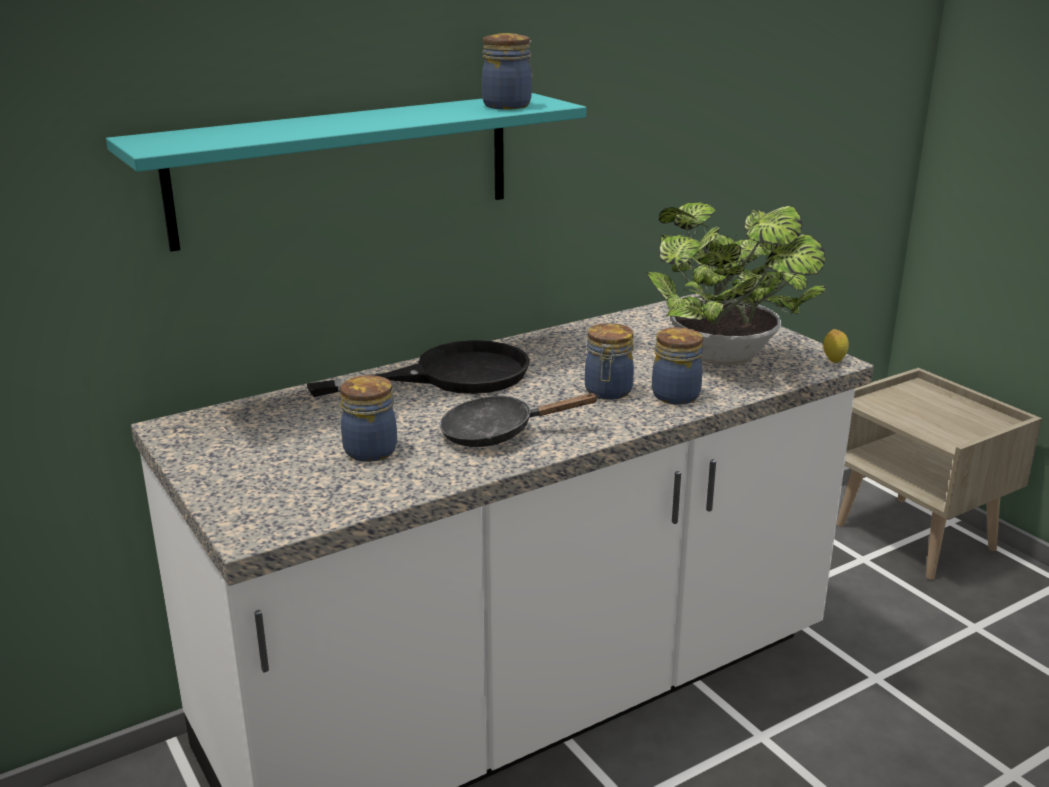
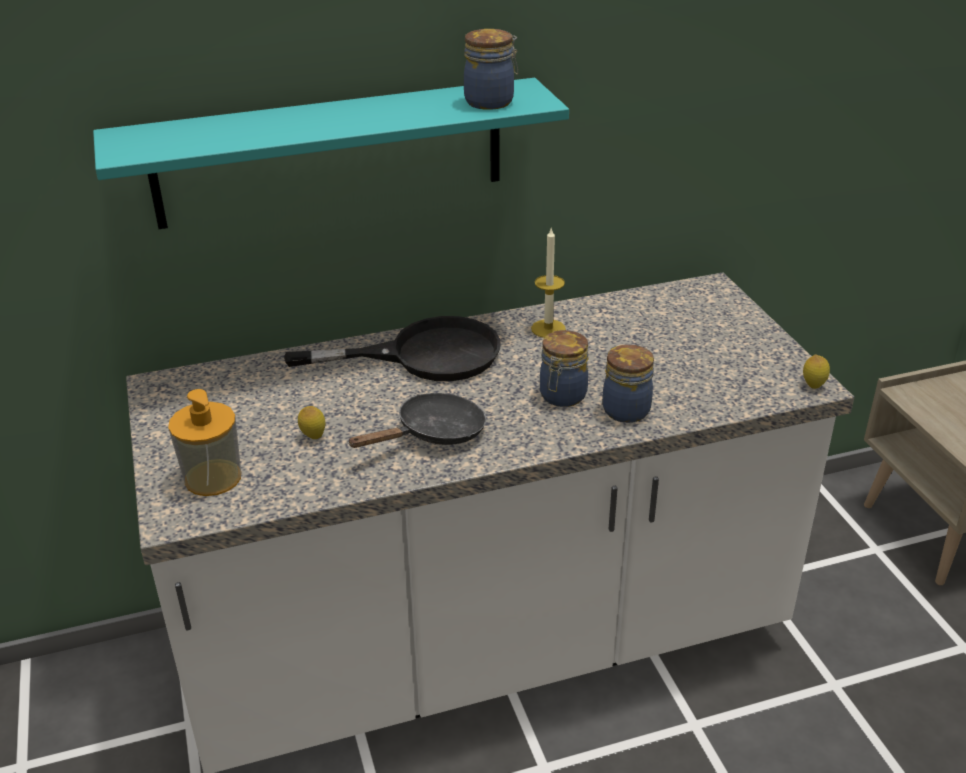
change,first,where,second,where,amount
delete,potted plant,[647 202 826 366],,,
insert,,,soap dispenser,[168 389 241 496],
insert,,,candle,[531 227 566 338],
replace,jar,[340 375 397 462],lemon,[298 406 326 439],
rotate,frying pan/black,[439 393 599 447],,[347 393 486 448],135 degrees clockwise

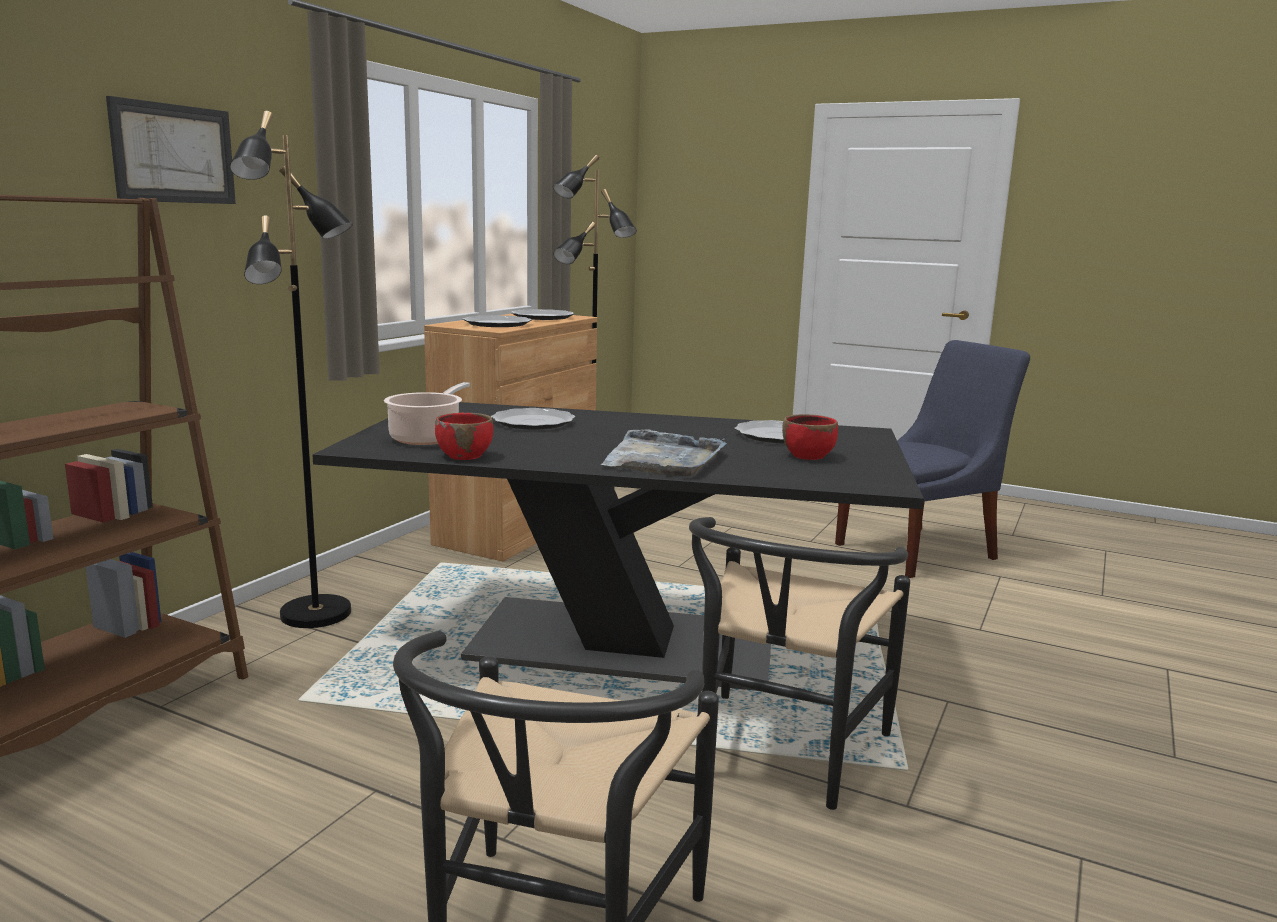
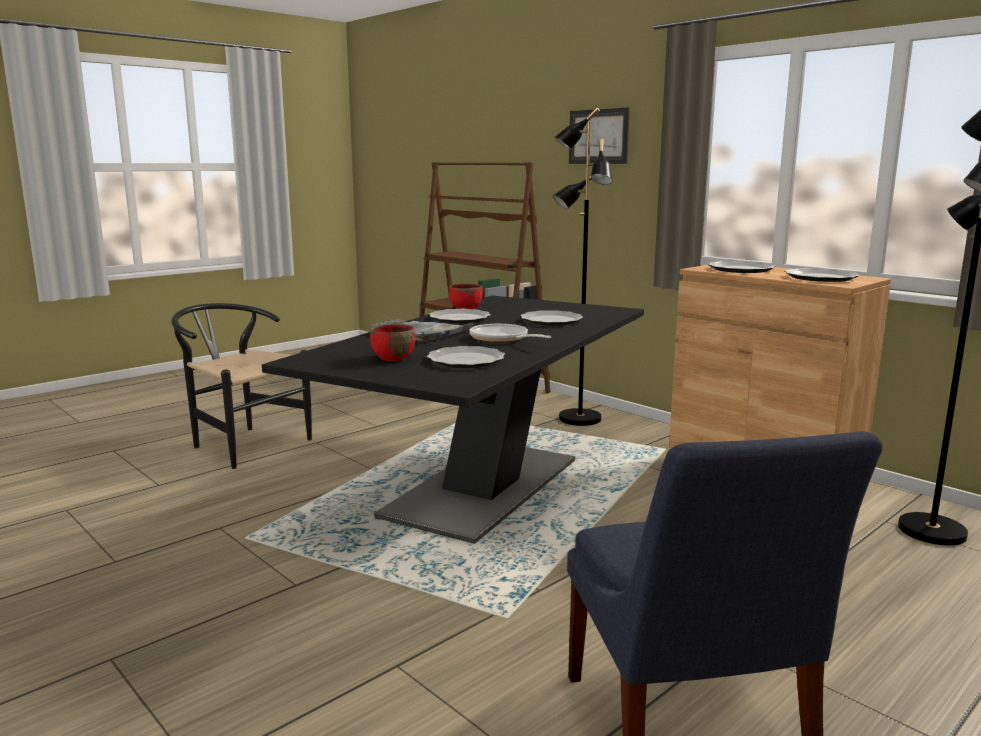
change,first,where,second,where,amount
delete,cooking pot,[384 382 470 445],,,
delete,chair/black,[689 517 910 810],,,
insert,,,plate,[429 309 491 323],
insert,,,frying pan,[470 324 552 343],

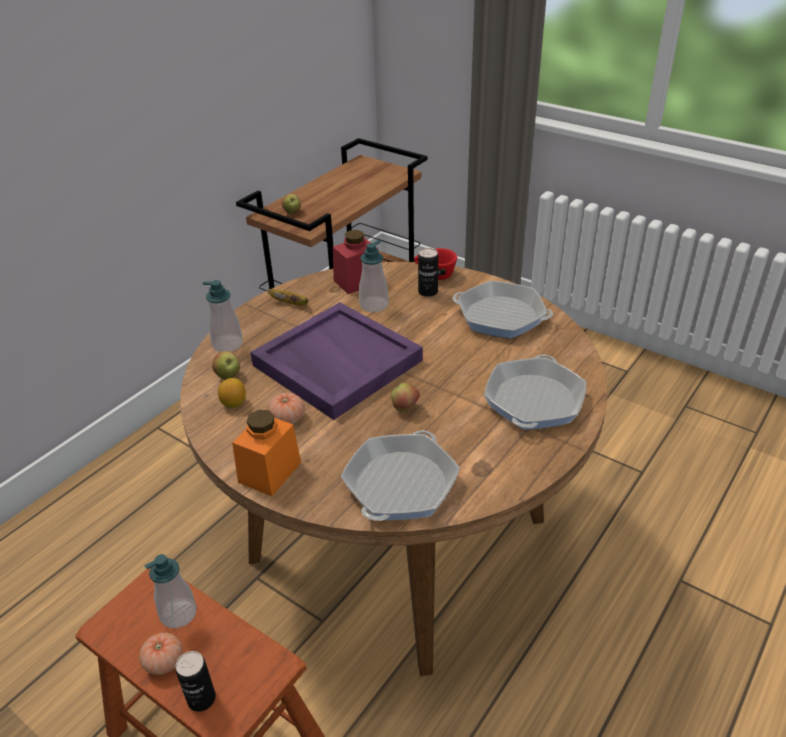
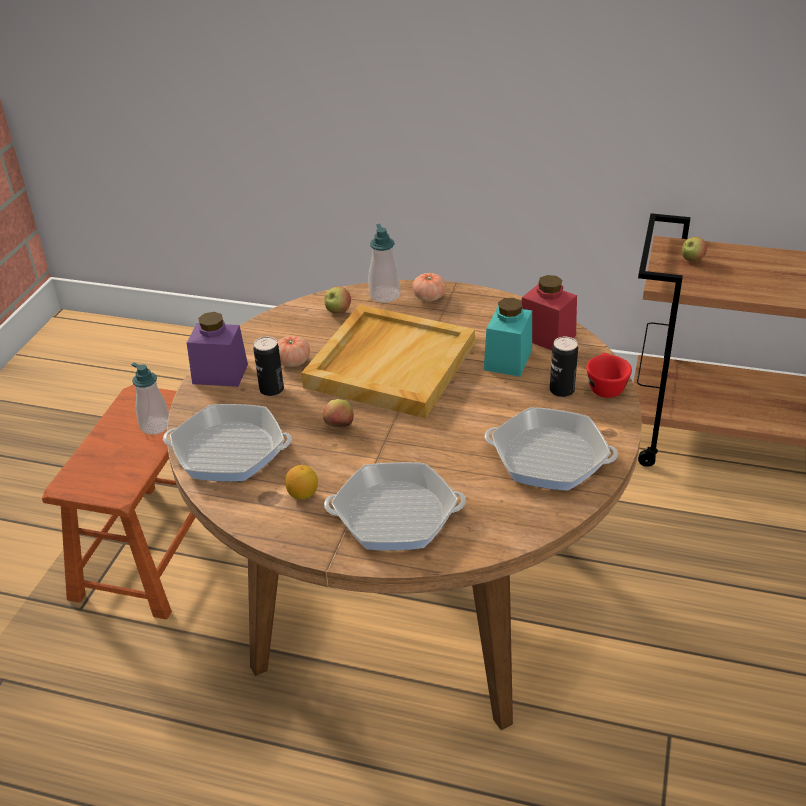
change,first,where,second,where,amount
delete,banana,[268 289 308 306],,,
move,tomato,[139 633 183 675],,[412 273 446 301],
move,can,[176 651 216 712],,[253 337 284 396],
move,lemon,[218 378 246 408],,[285 465 318 500],
replace,soap dispenser,[359 240 389 312],jar/turquoise,[484 298 532 377],
recolor,jar/orange,[232 410 301 496],jar/purple,[187 312 248 387],
recolor,tray/purple,[250 302 423 420],tray/beige,[301 304 475 419],
rotate,frying pan,[453 280 553 338],,[485 407 618 491],75 degrees counterclockwise

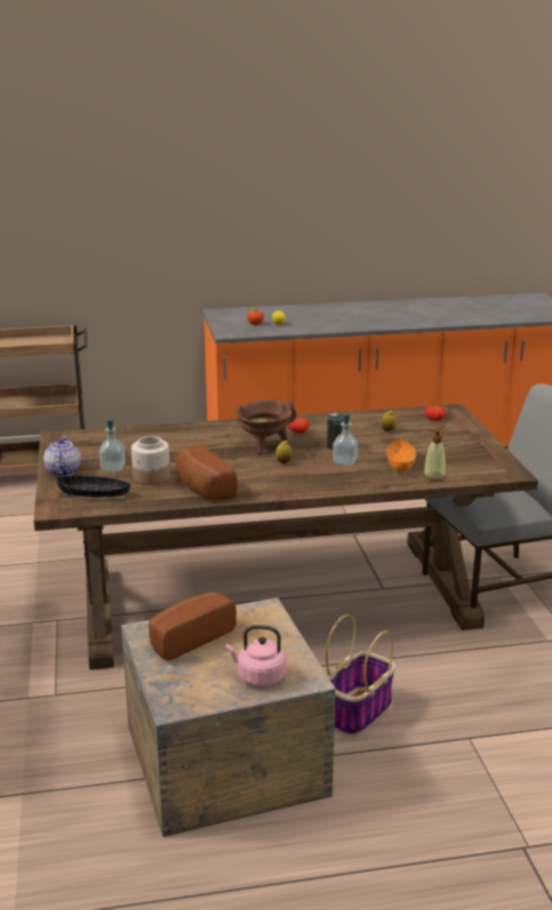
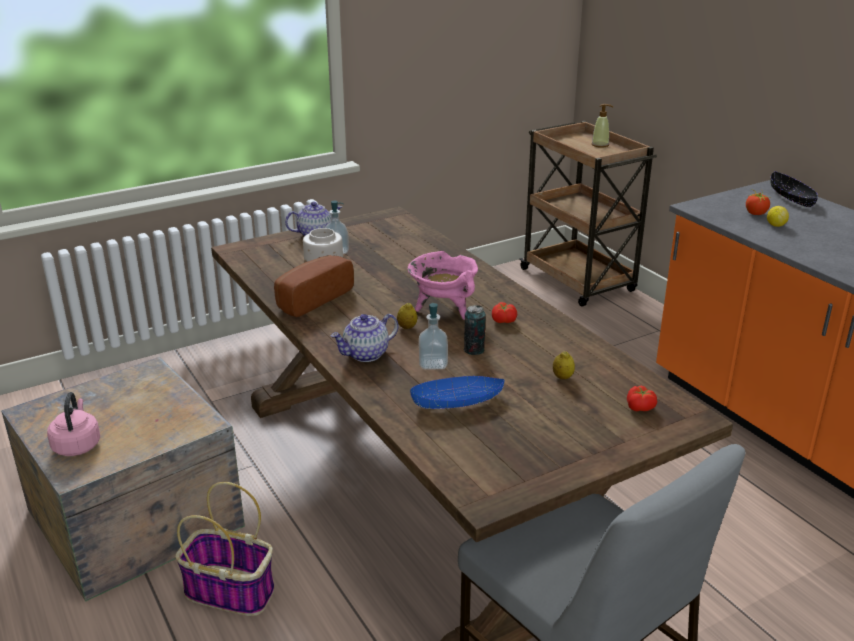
change,first,where,second,where,amount
delete,bread,[148 592 236 661],,,
insert,,,teapot,[330 314 399 362],
move,bowl/black,[56 476 130 498],,[770 171 818 207],
move,soap dispenser,[423 425 446 481],,[592 104 613 148],
recolor,cooking pot/brown,[235 399 297 455],cooking pot/pink,[408 251 478 320],
recolor,bowl/orange,[386 437 417 473],bowl/blue,[410 376 505 409],

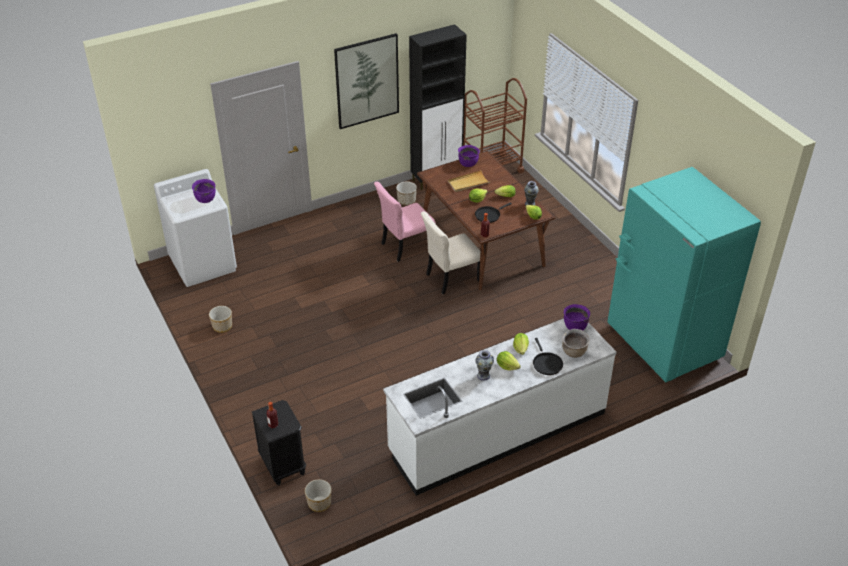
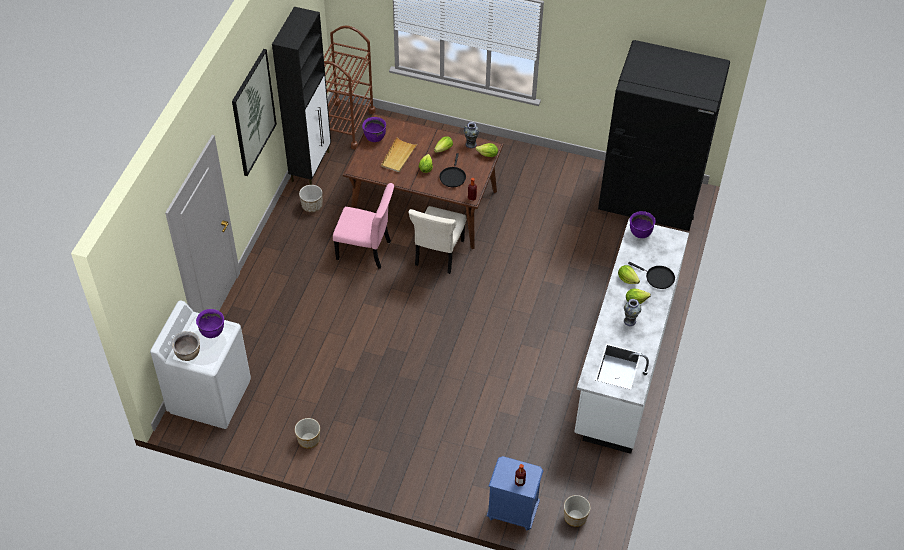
change,first,where,second,where,amount
move,cooking pot/brown,[562 329 590 358],,[172 331 200 361],
recolor,nightstand/black,[252 400 306 485],nightstand/blue,[487 456 543 531],
recolor,fridge/turquoise,[607 167 761 382],fridge/black,[598 40 730 231],
rotate,chair/pink,[374 182 436 262],,[333 183 394 269],90 degrees counterclockwise

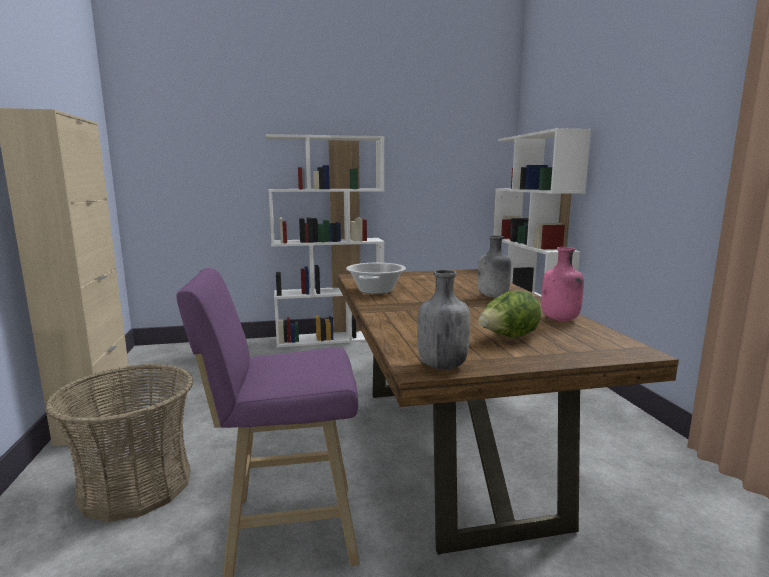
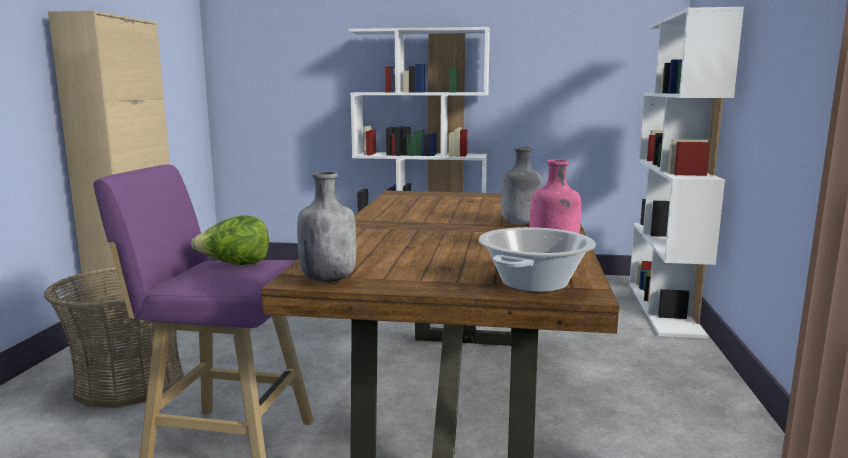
change,first,where,second,where,amount
move,cooking pot,[346 263 406 294],,[479 227 596 292],
move,lettuce,[478 290 541 337],,[191 216 269 265],

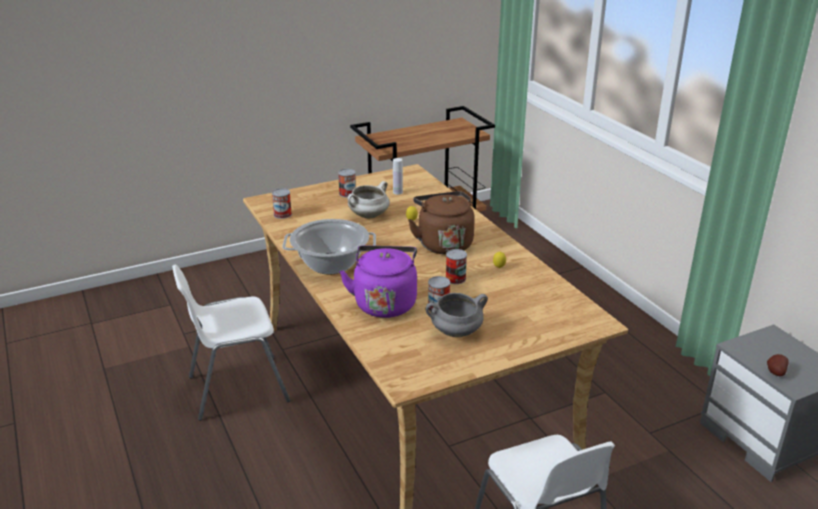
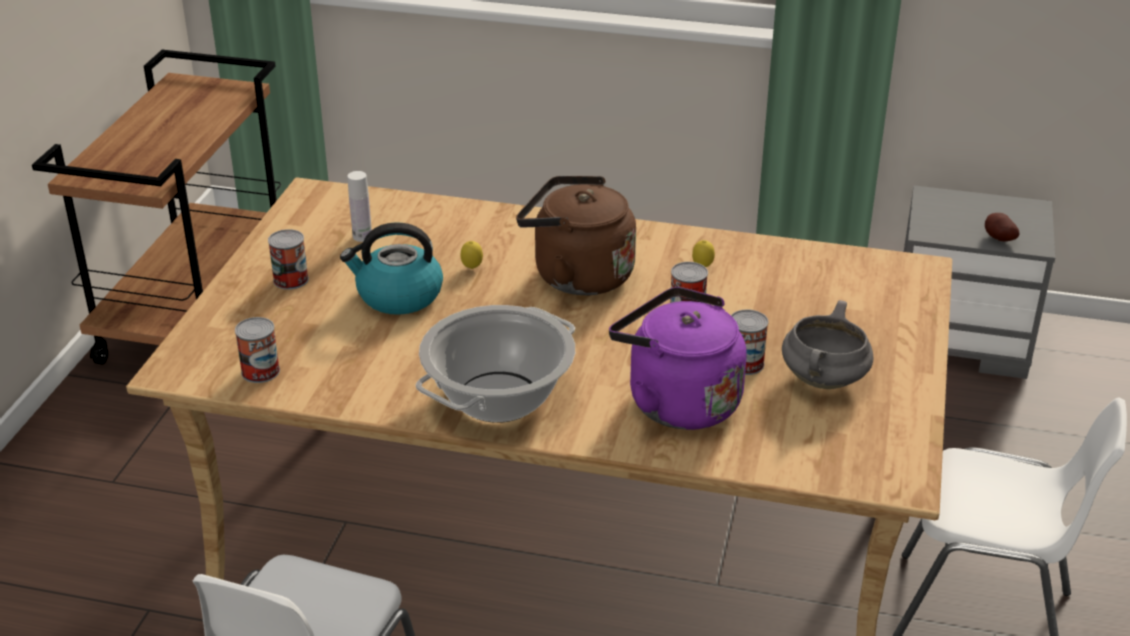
change,first,where,second,where,amount
replace,cooking pot/white,[347 181 390 219],kettle,[340 222 443 315],

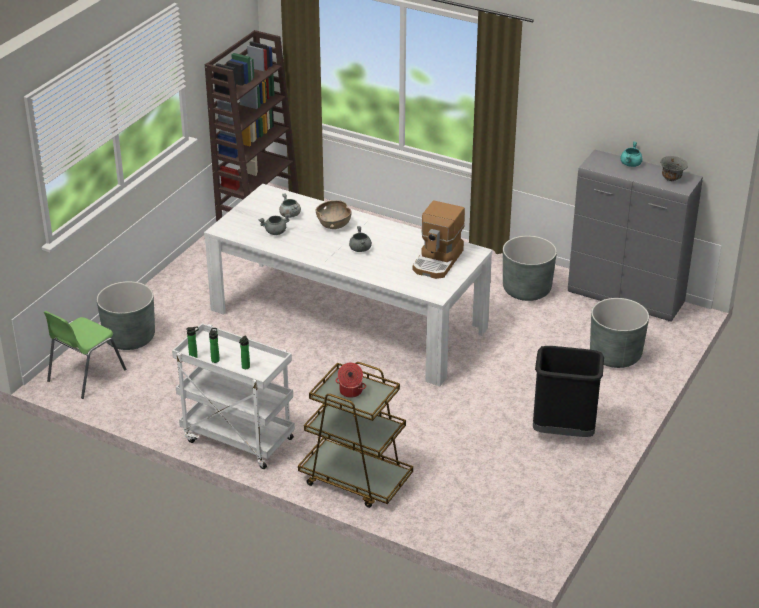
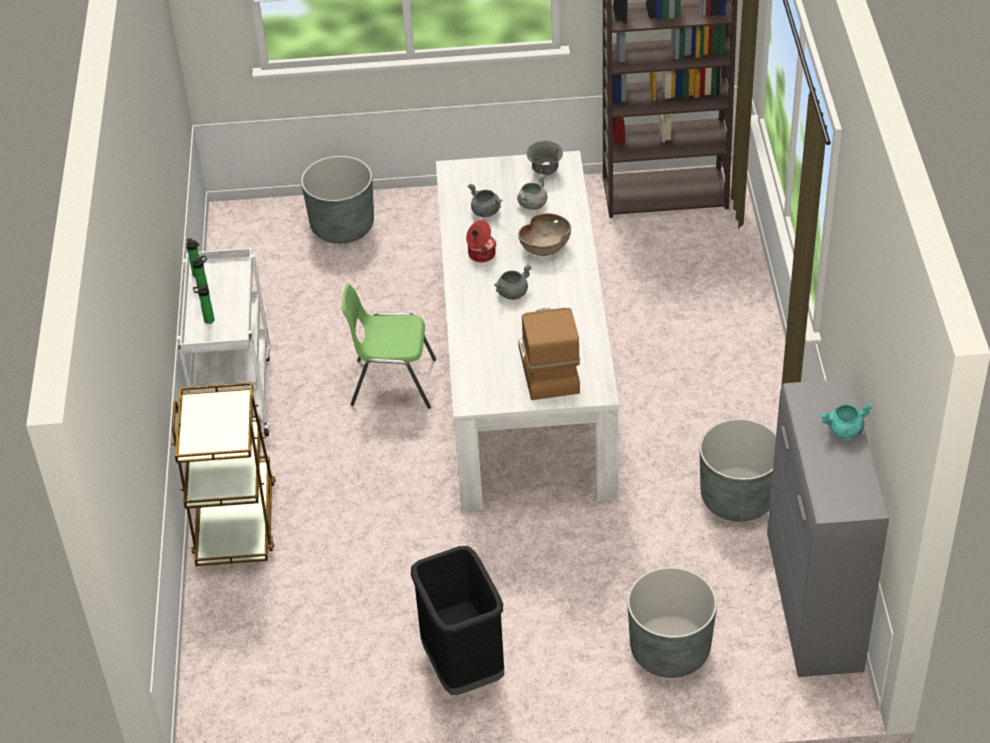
change,first,where,second,where,amount
move,chair/green,[44 311 126 399],,[342 284 436 409],
move,cooking pot,[335 363 366 398],,[466 220 496 262],
move,bowl/grey,[660 156 688 181],,[527 140 563 175],
rotate,coffee machine,[413 200 465 279],,[518 308 580 400],90 degrees clockwise

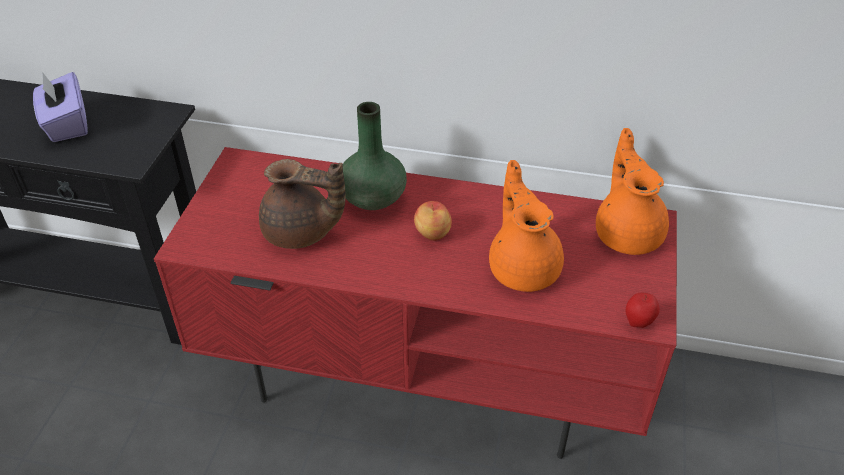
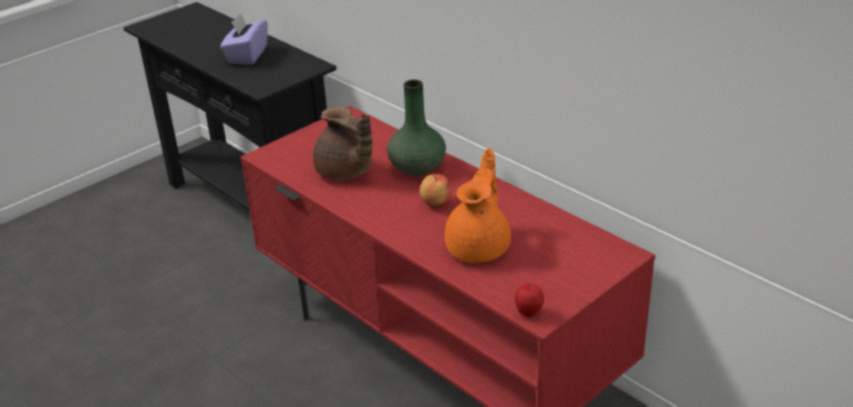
change,first,where,second,where,amount
delete,teapot/orange,[596 128 669 255],,,

